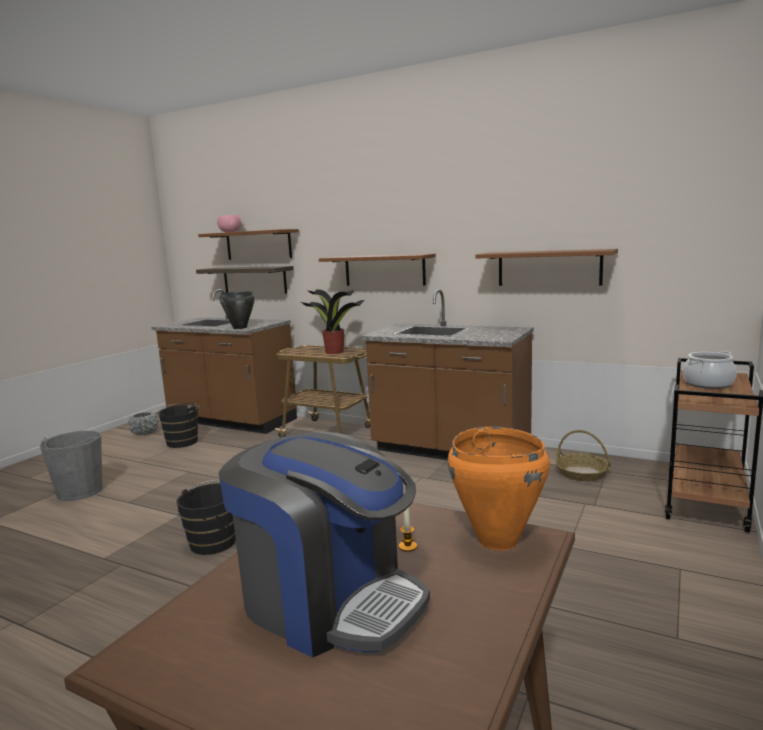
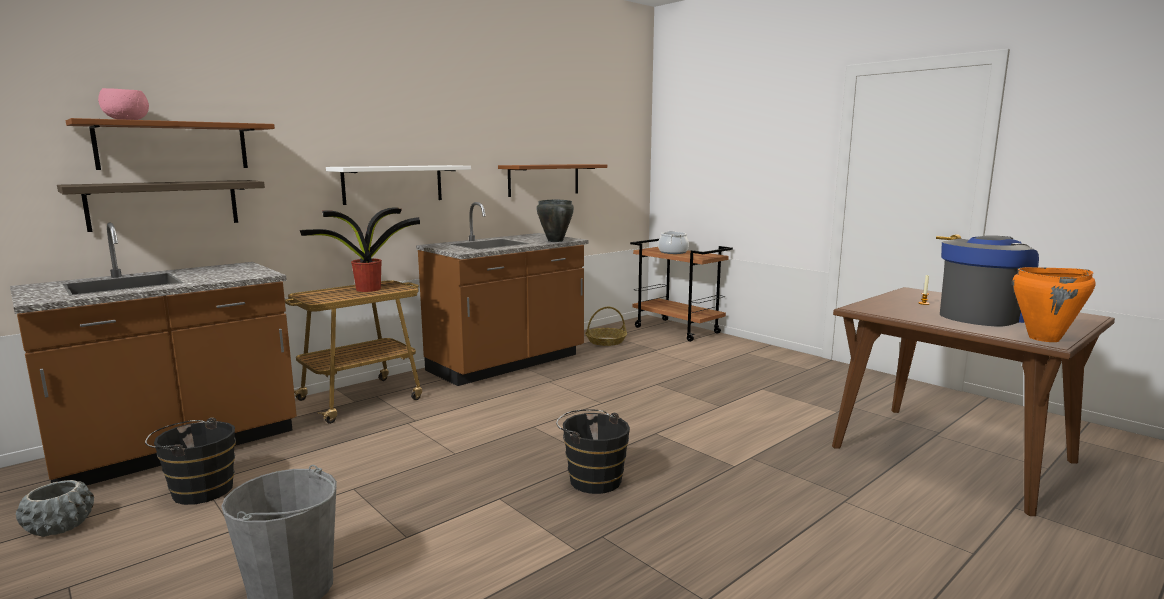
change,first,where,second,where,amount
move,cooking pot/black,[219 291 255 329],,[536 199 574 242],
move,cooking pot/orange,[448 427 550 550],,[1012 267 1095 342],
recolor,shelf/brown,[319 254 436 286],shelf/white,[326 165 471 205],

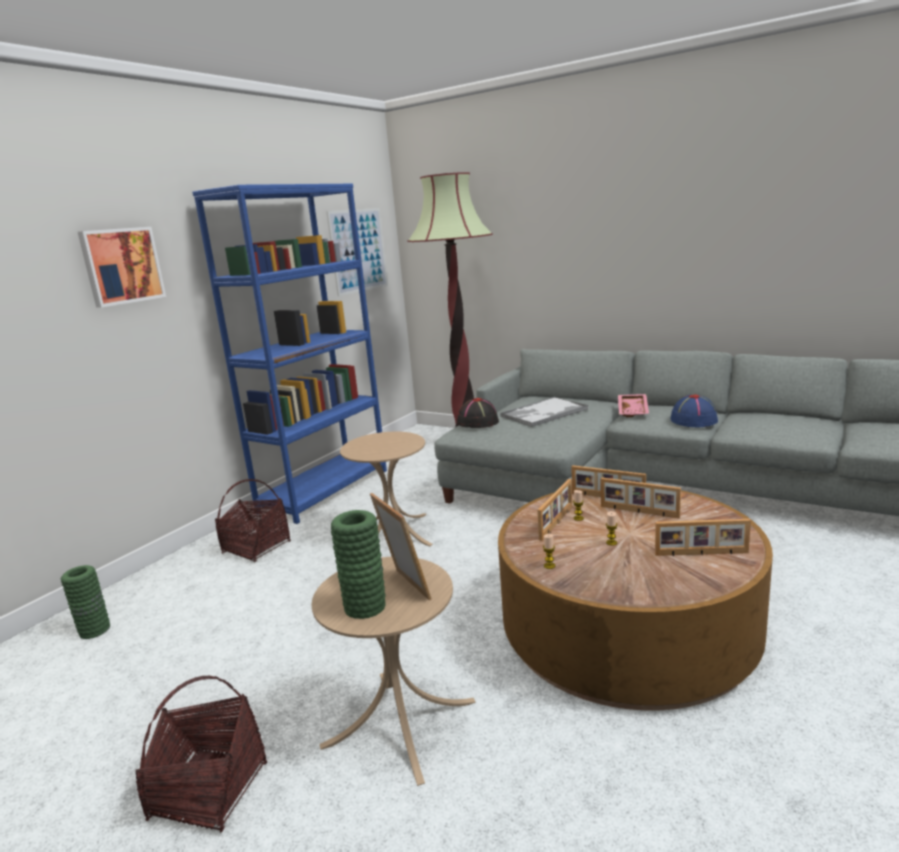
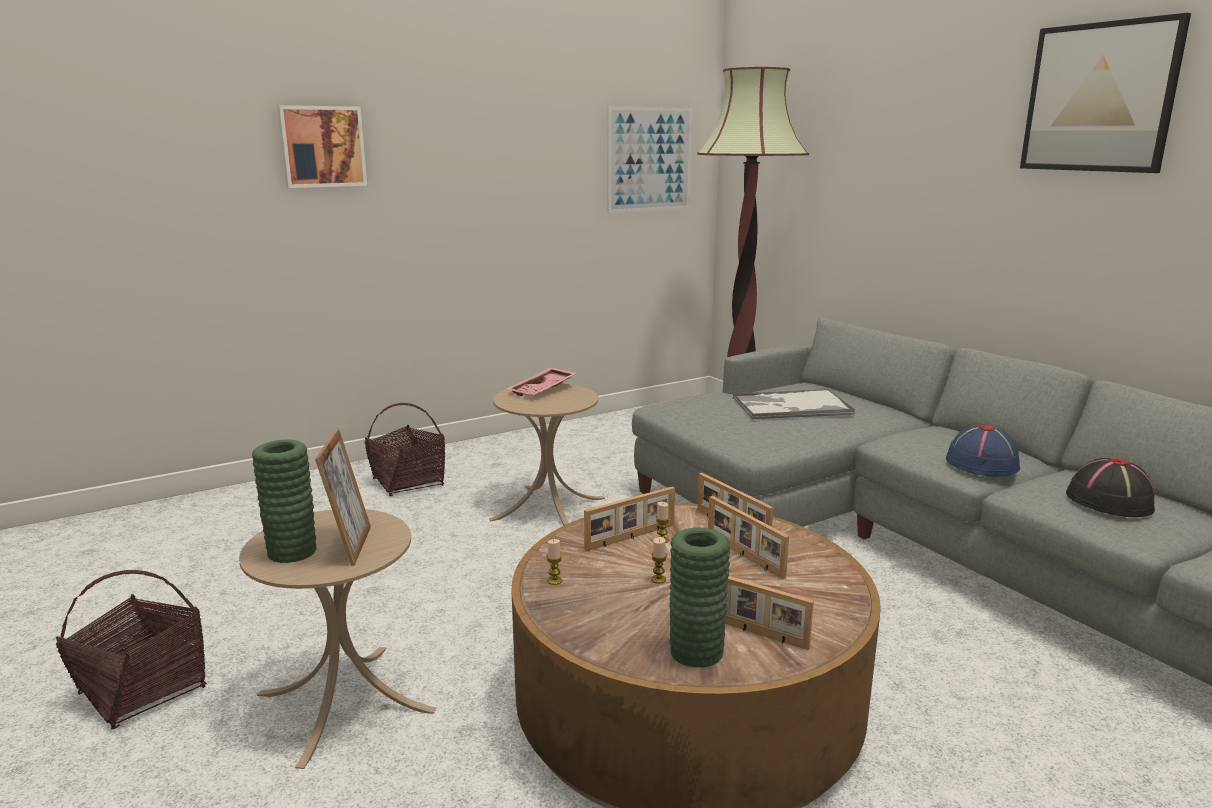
change,first,where,second,where,amount
delete,bookcase/blue,[192 184 387 524],,,
insert,,,picture,[1020 13 1191 173],
move,vase/green,[61 565 110 639],,[669 528 730 668],
move,hat/black,[457 398 499 428],,[1066 458 1155 517],
move,tray/pink,[618 394 649 417],,[507 367 577 396],

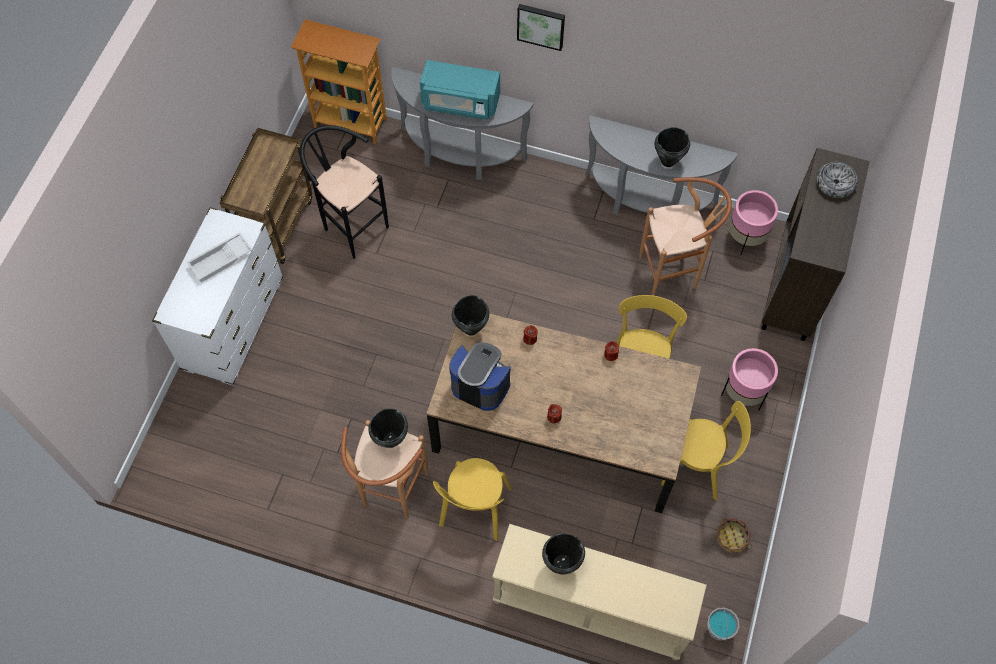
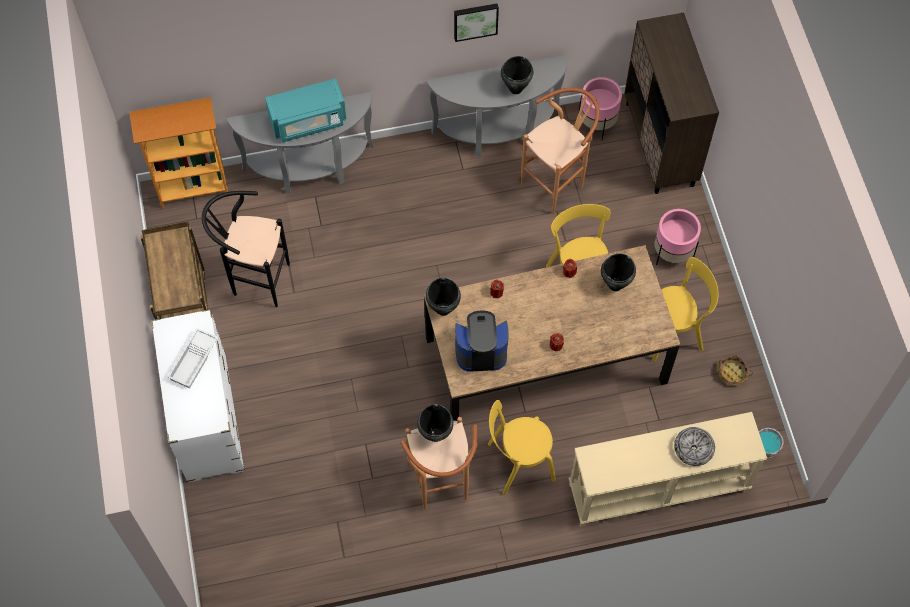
change,first,where,second,where,amount
move,picture,[517 4 565 51],,[454 4 499 42],
move,cooking pot/black,[542 533 585 574],,[601 254 636 291],
move,bowl,[817 162 858 198],,[674 427 715 466],
rotate,chair/yellow,[433 458 512 541],,[488 400 556 495],90 degrees clockwise

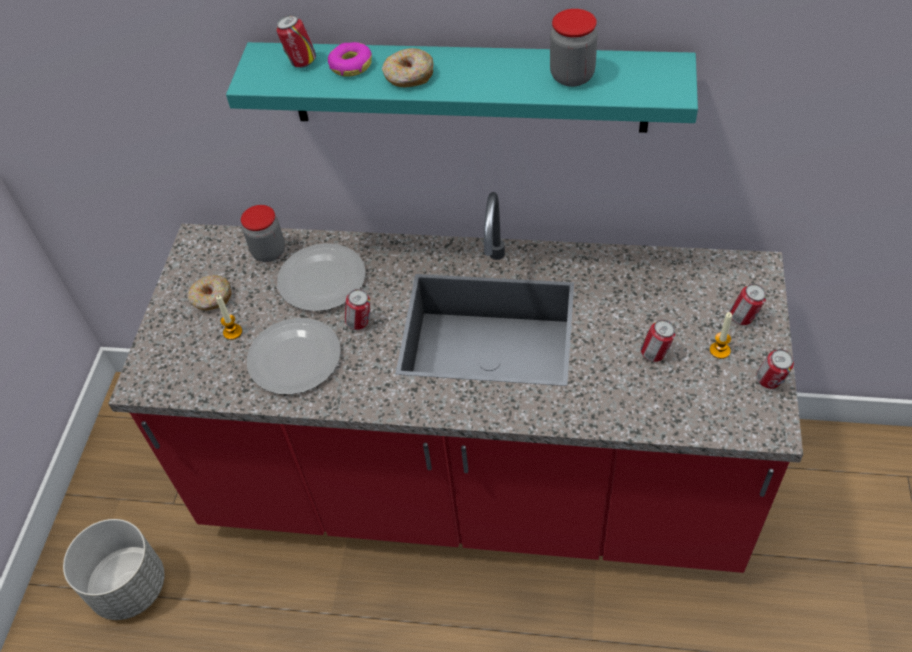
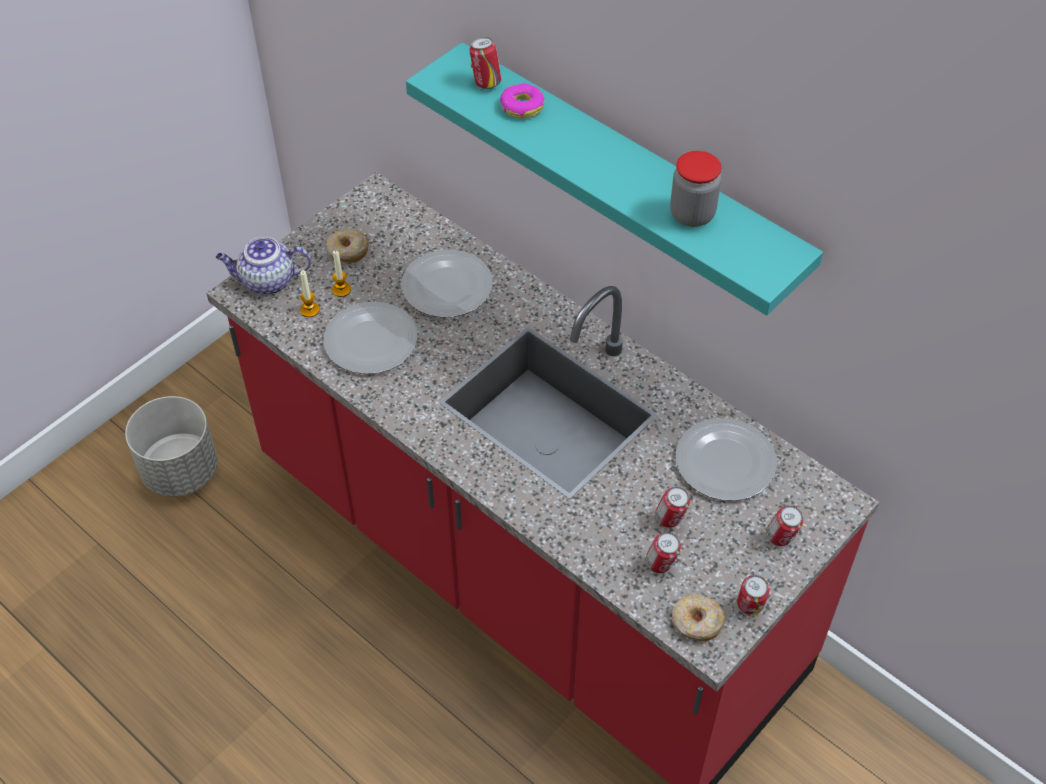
change,first,where,second,where,amount
delete,jar,[241 205 285 262],,,
insert,,,teapot,[216 237 311 295],
insert,,,plate,[676 418 777 501],
move,can,[345 289 370 330],,[646 532 681 573],
move,donut,[382 48 434 87],,[672 594 725 642],
move,candle,[710 312 732 359],,[300 270 320 317],

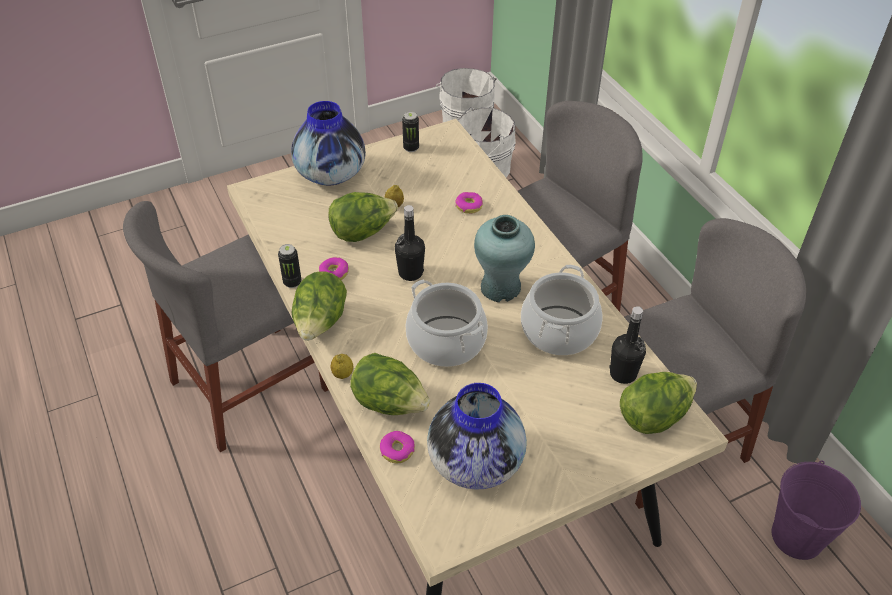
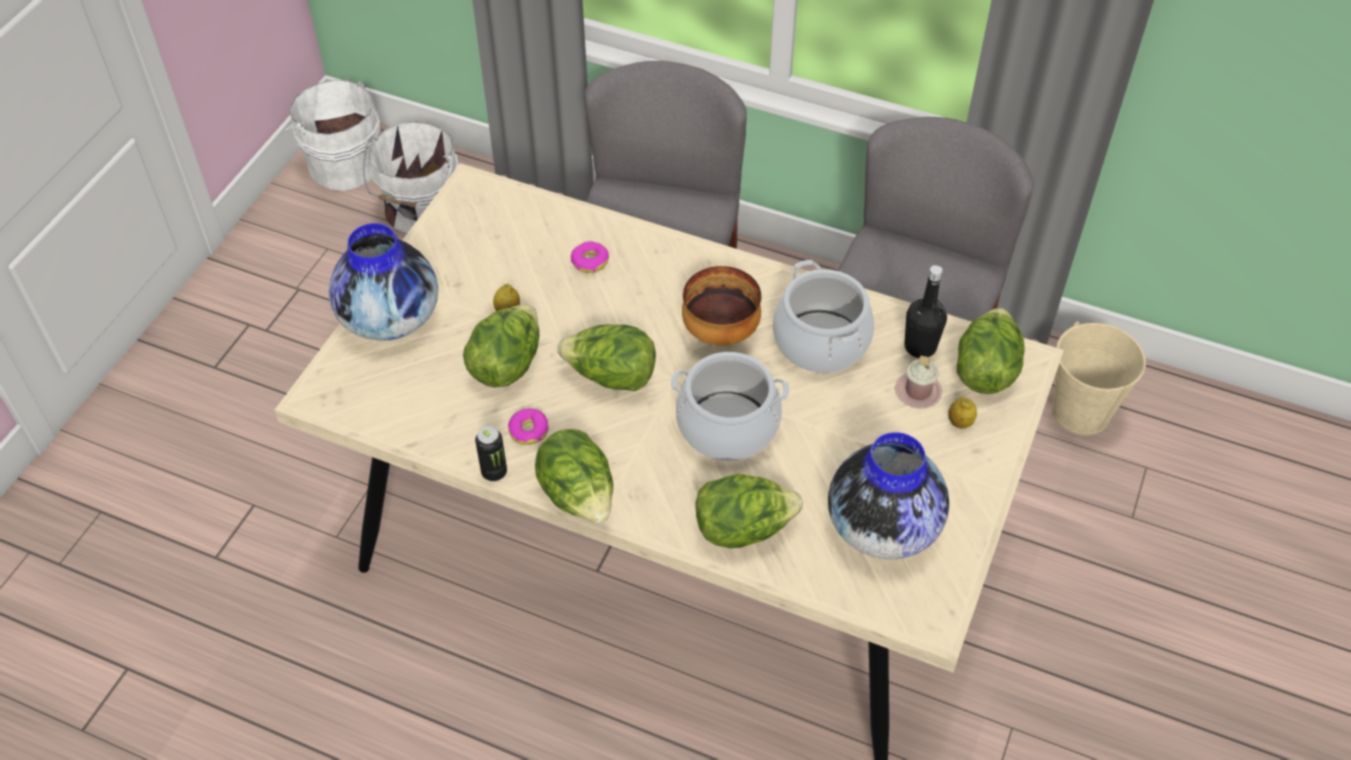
change,first,where,second,where,amount
delete,chair/grey,[123 201 329 452],,,
delete,donut,[380 431 415 463],,,
delete,can,[402 112 419 152],,,
insert,,,mug/pink,[895 356 942 408],
move,lemon,[330 354 353 379],,[948 397 977 428],
replace,bottle/black,[395 205 425 281],lettuce,[558 325 656 391],
replace,vase/turquoise,[474 215 535 302],bowl,[682 266 761 346],
recolor,bucket/purple,[772 461 861 560],bucket/beige,[1052 322 1146 436],

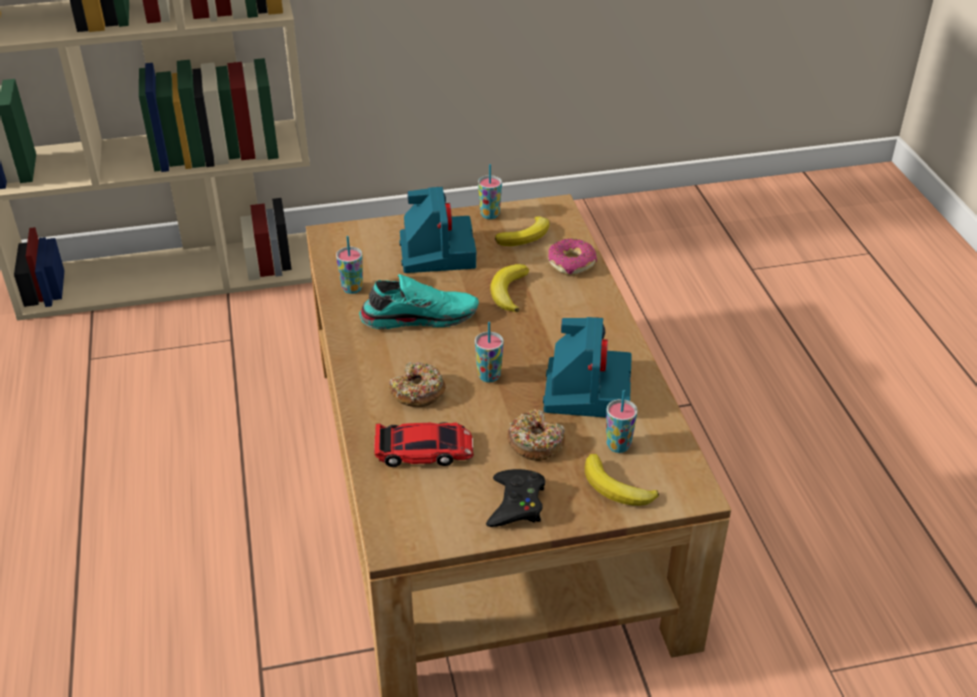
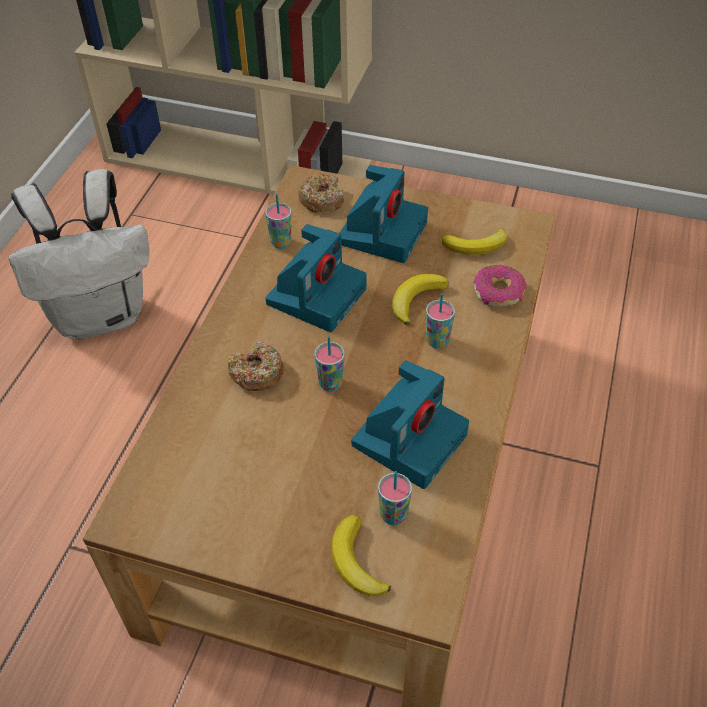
change,first,where,second,where,amount
delete,toy car,[374 422 474 467],,,
delete,game controller/black,[486 469 545 527],,,
insert,,,backpack/white,[9 169 149 339],
move,cup,[478 164 502 219],,[426 293 455 349],
move,donut,[507 409 565 461],,[298 174 344 213],
replace,shoe/turquoise,[359 274 479 329],photo camera,[265 224 367 332],

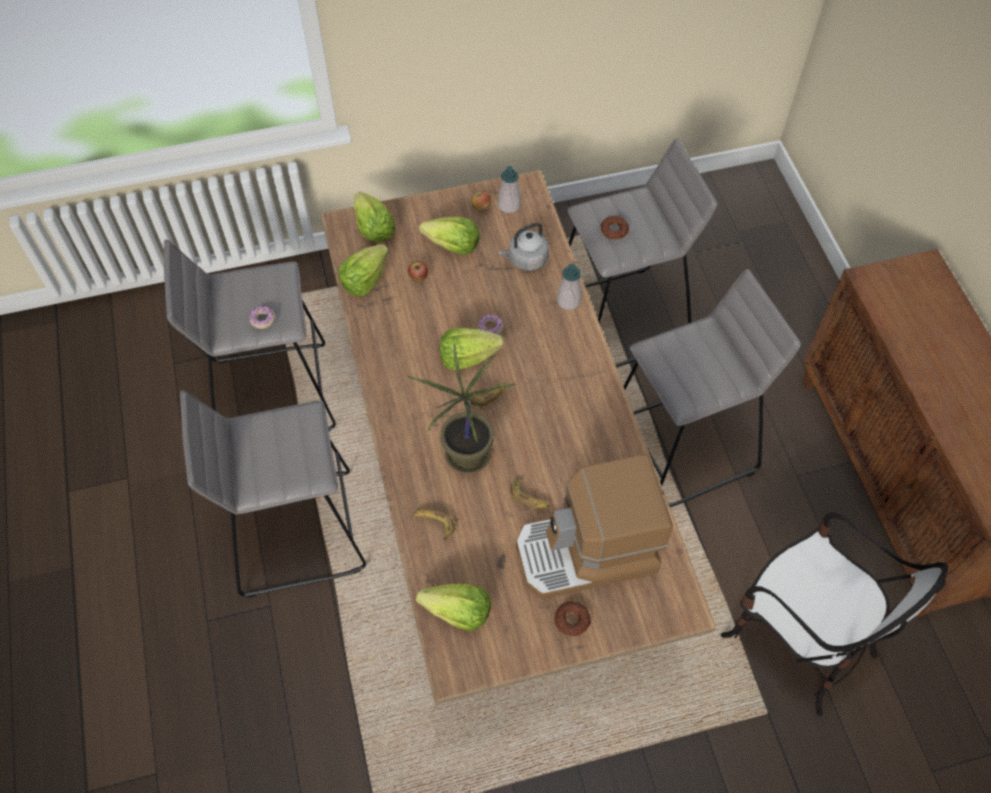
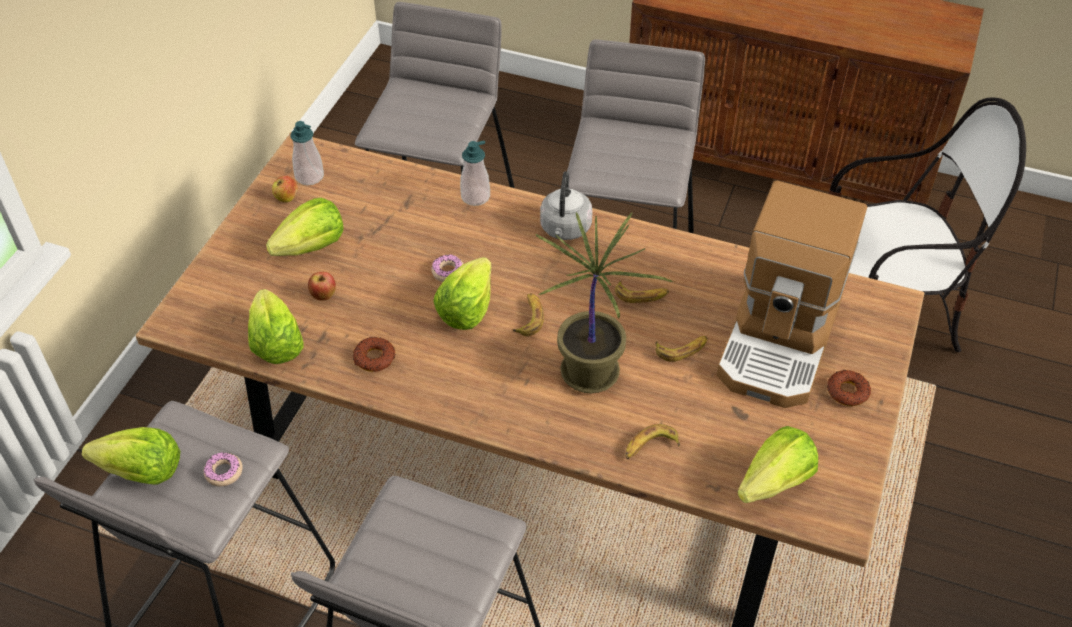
change,first,where,second,where,amount
insert,,,banana,[615 280 669 303],
move,lettuce,[354 192 396 242],,[82 427 180 485],
move,kettle/grey,[499 223 549 271],,[540 171 593 240],
move,donut,[601 216 629 240],,[353 337 395 372],

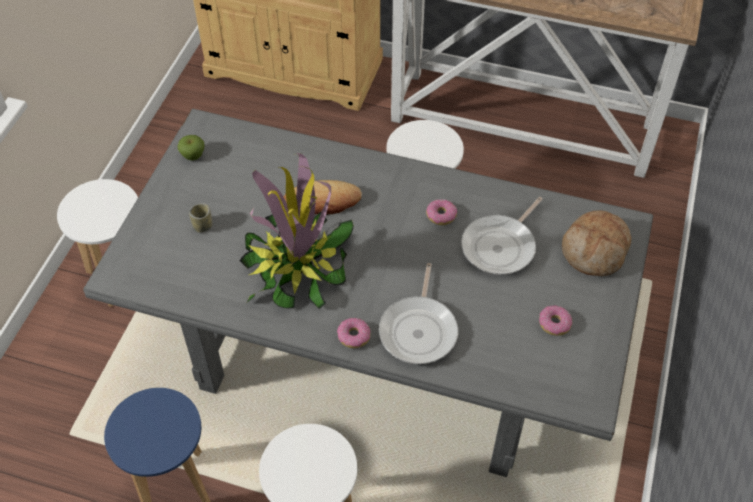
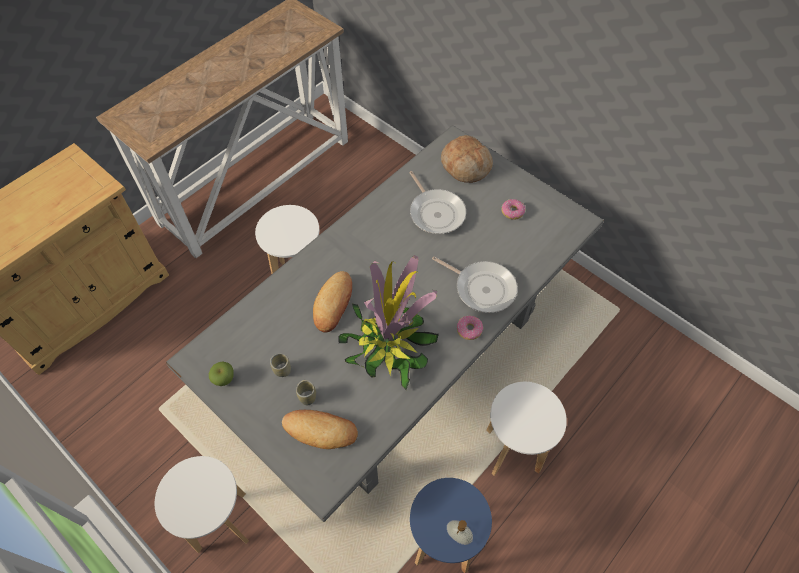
change,first,where,second,where,amount
delete,donut,[426 199 457 225],,,
insert,,,cup,[270 354 291 377],
insert,,,bread,[282 410 358 449],
insert,,,soap dispenser,[447 520 473 545],

